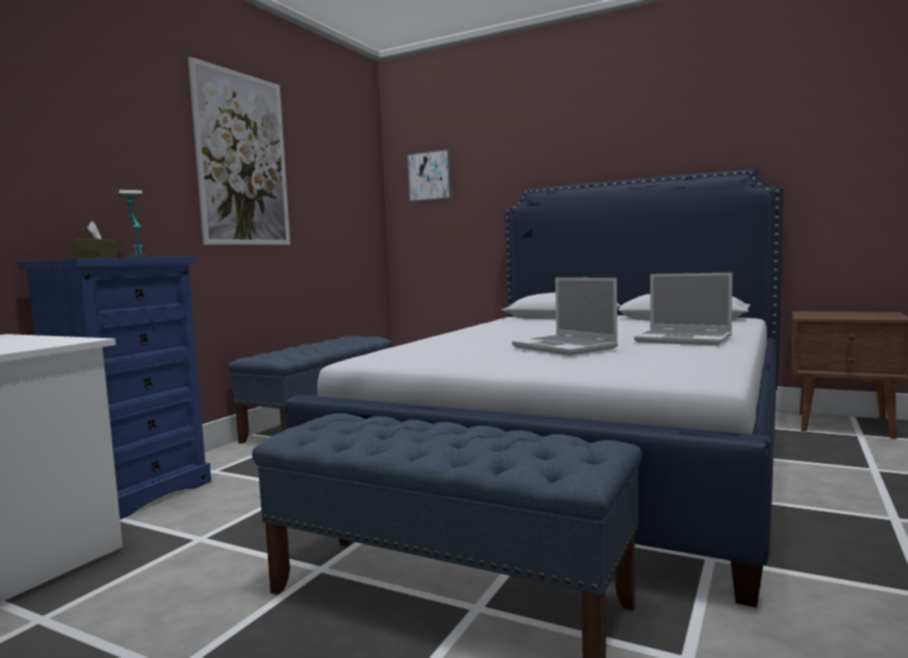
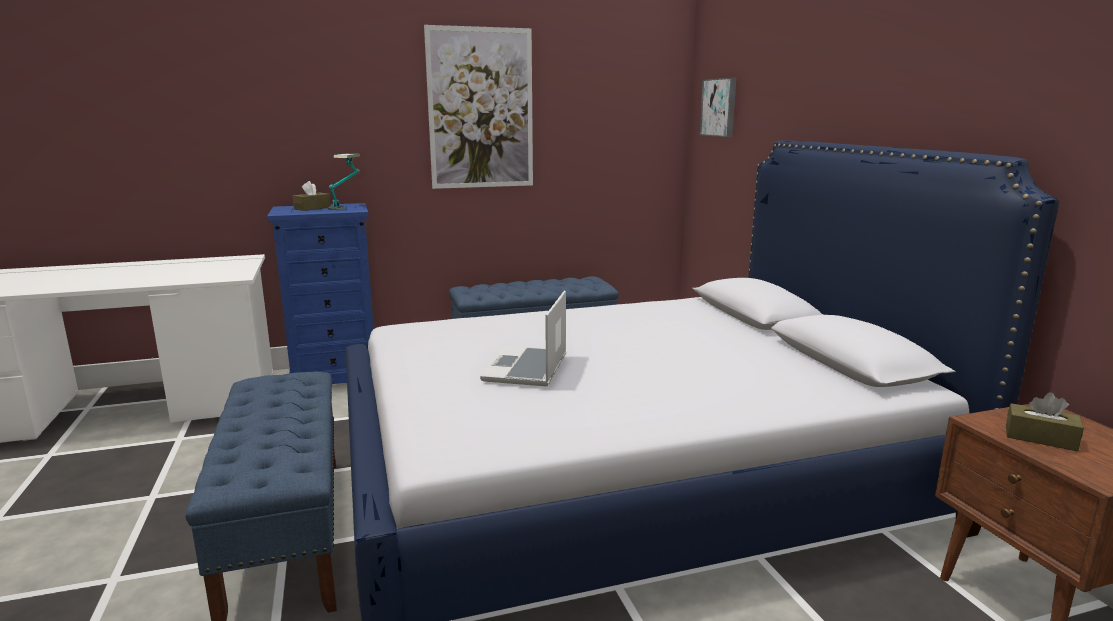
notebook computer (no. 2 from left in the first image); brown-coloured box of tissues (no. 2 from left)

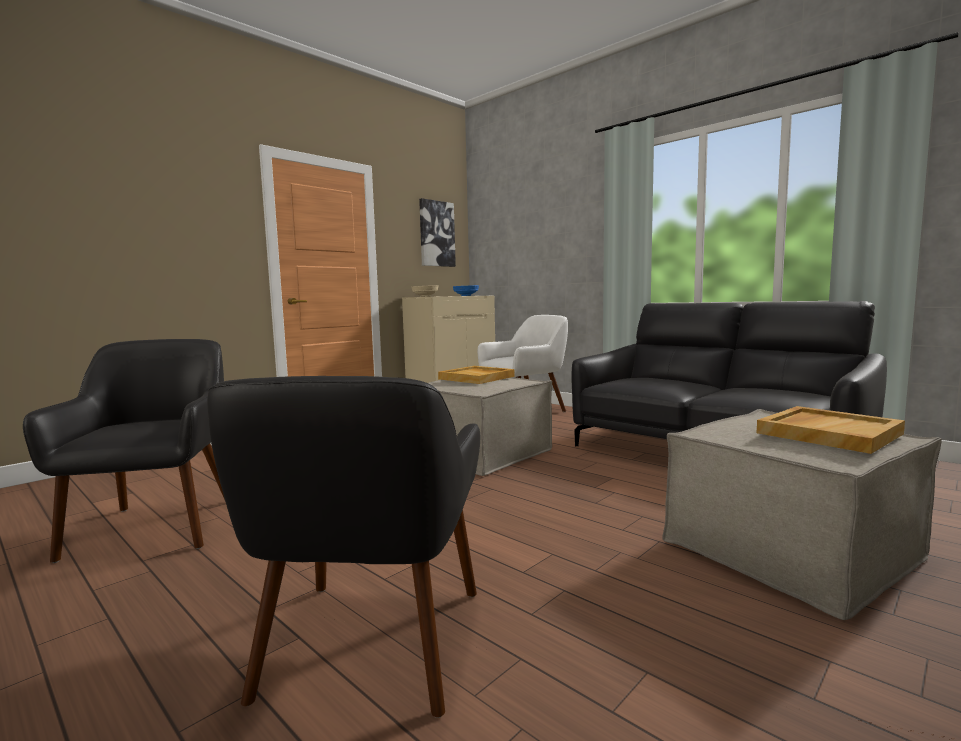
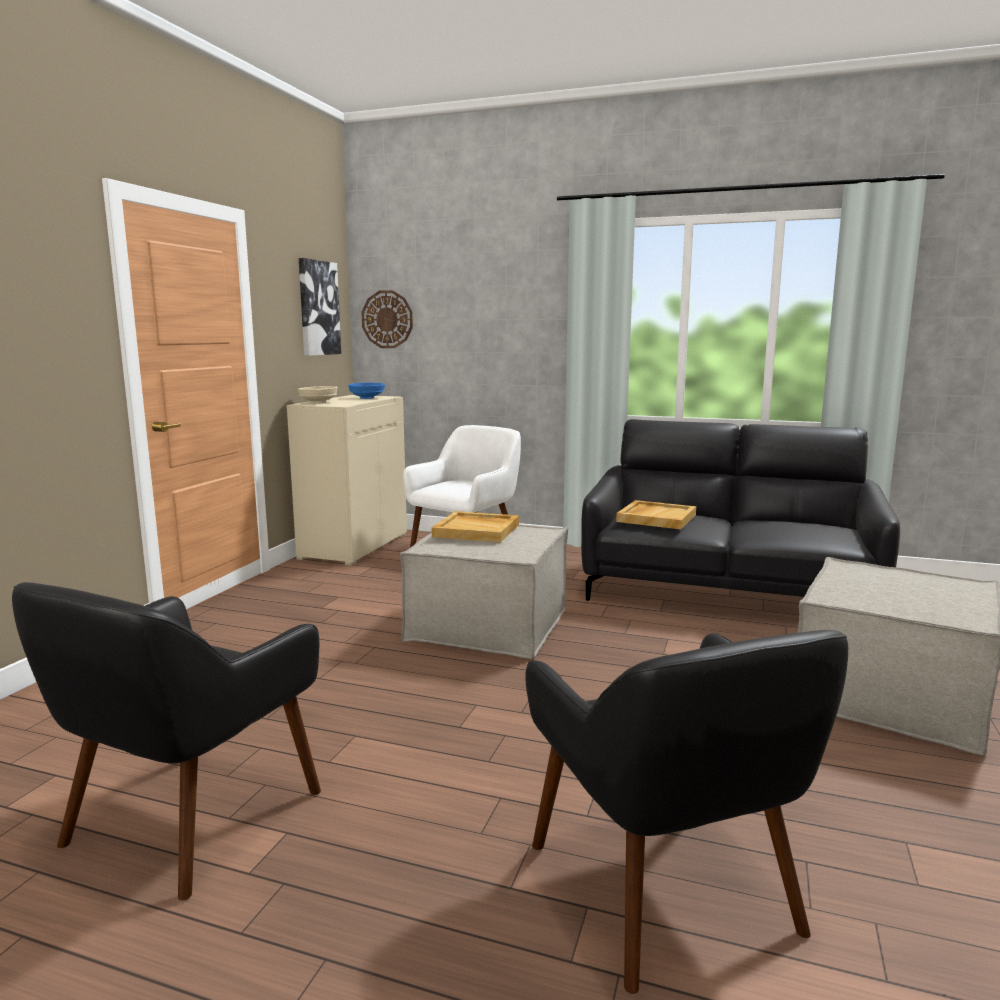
black armchair (no. 1 from left); sand-coloured carrying tray (no. 2 from left); wall clock

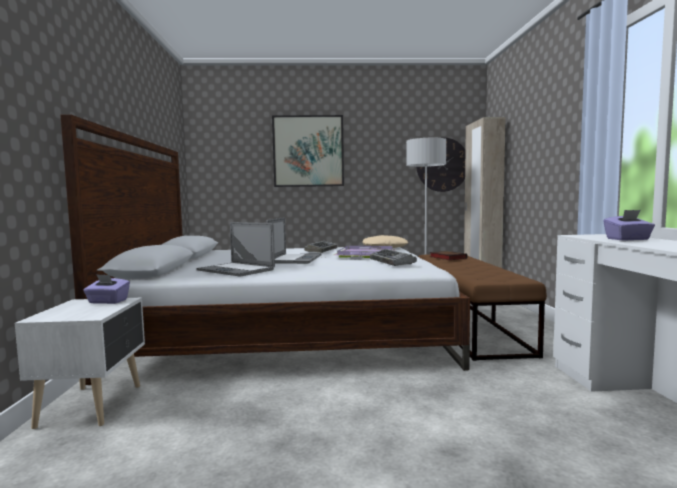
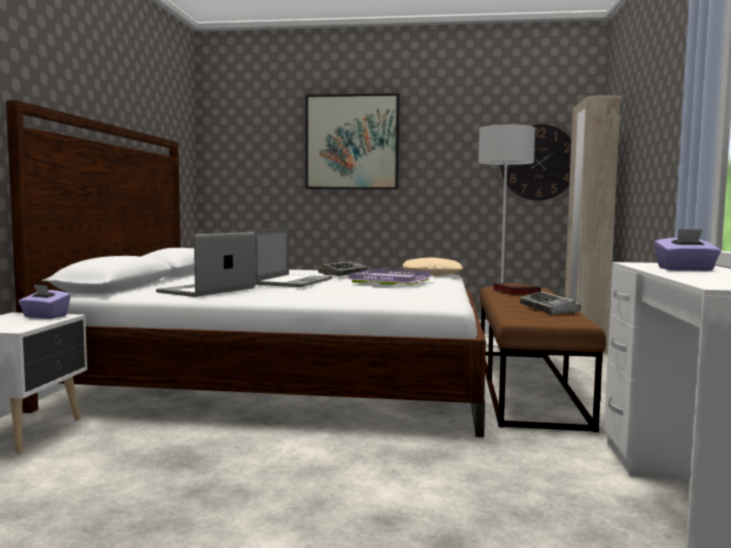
notebook computer (no. 1 from left); computer keyboard (no. 2 from left)

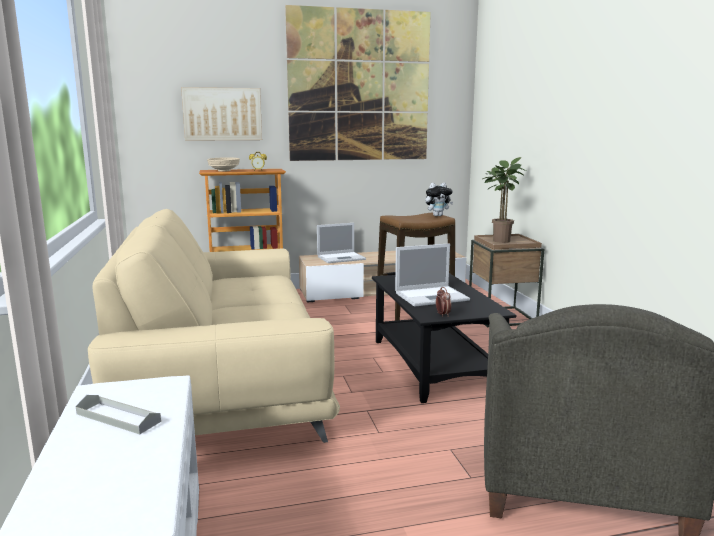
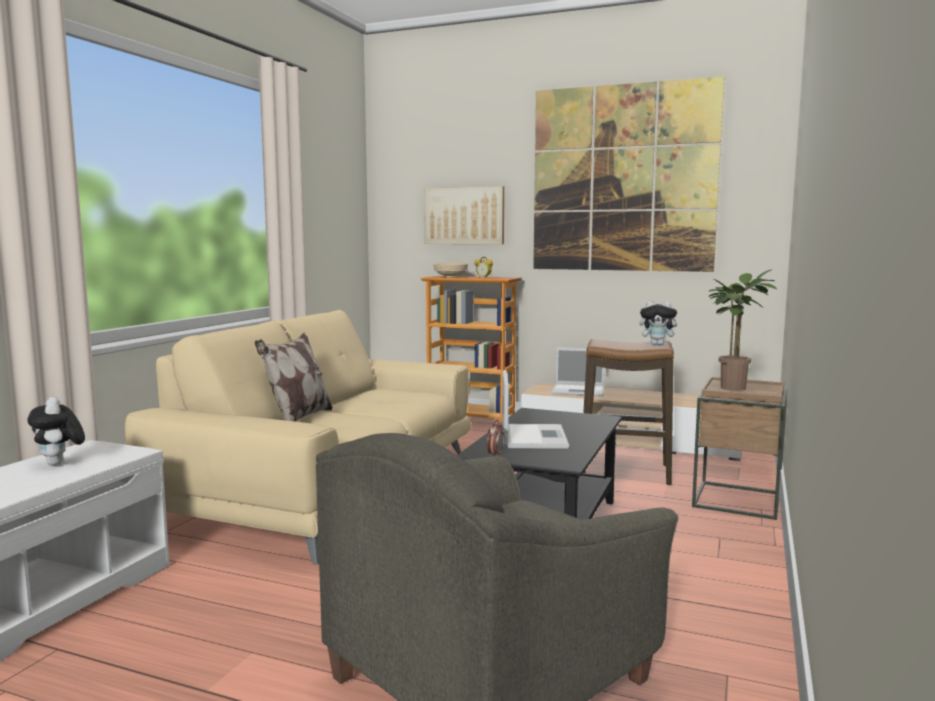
soft toy (no. 1 from left); notebook computer (no. 1 from left); cushion

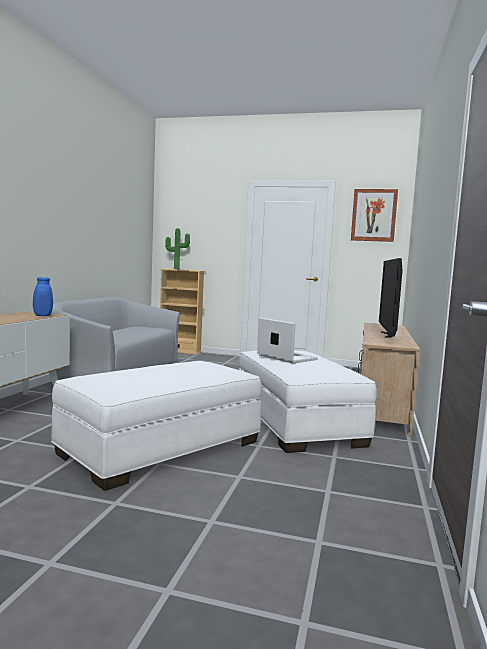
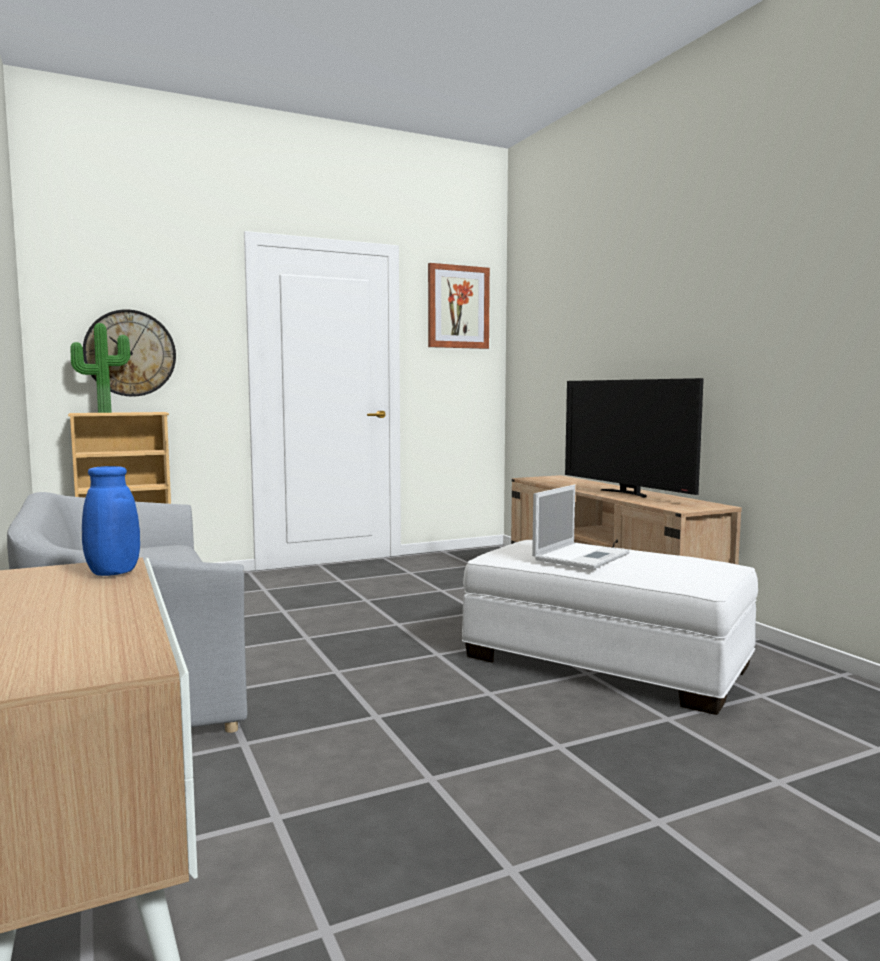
whitish pouffe (no. 1 from left in the first image); notebook computer; wall clock

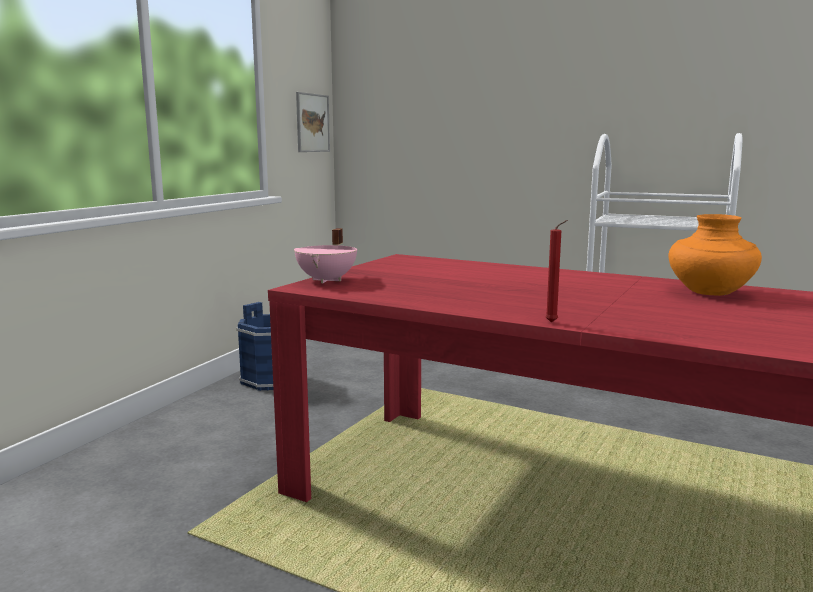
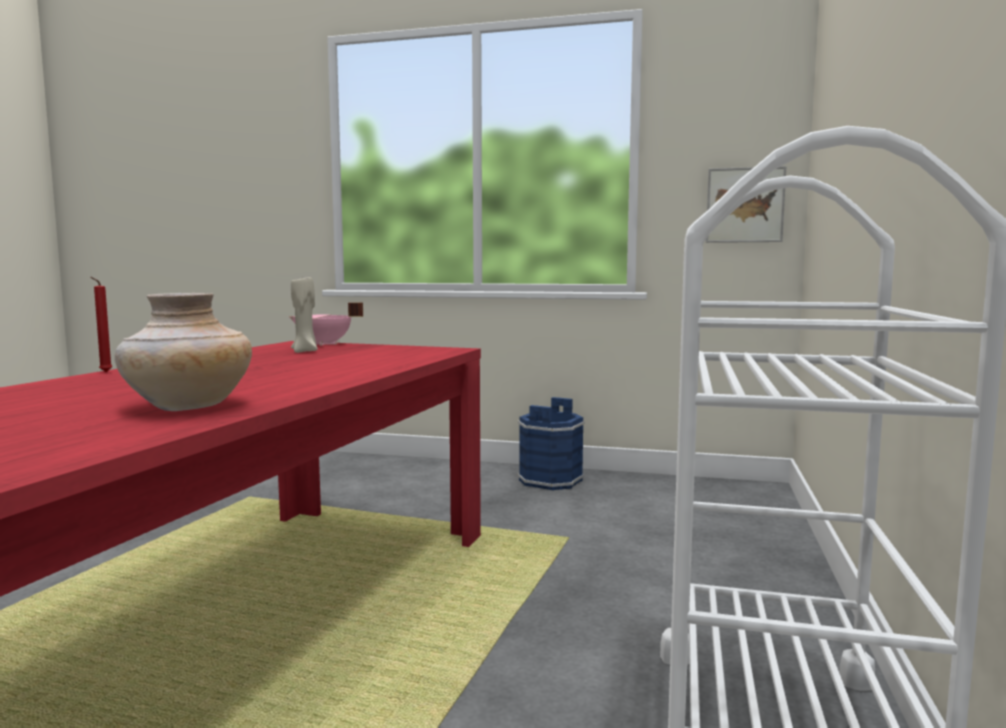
sand-coloured vase; sand-coloured wax light

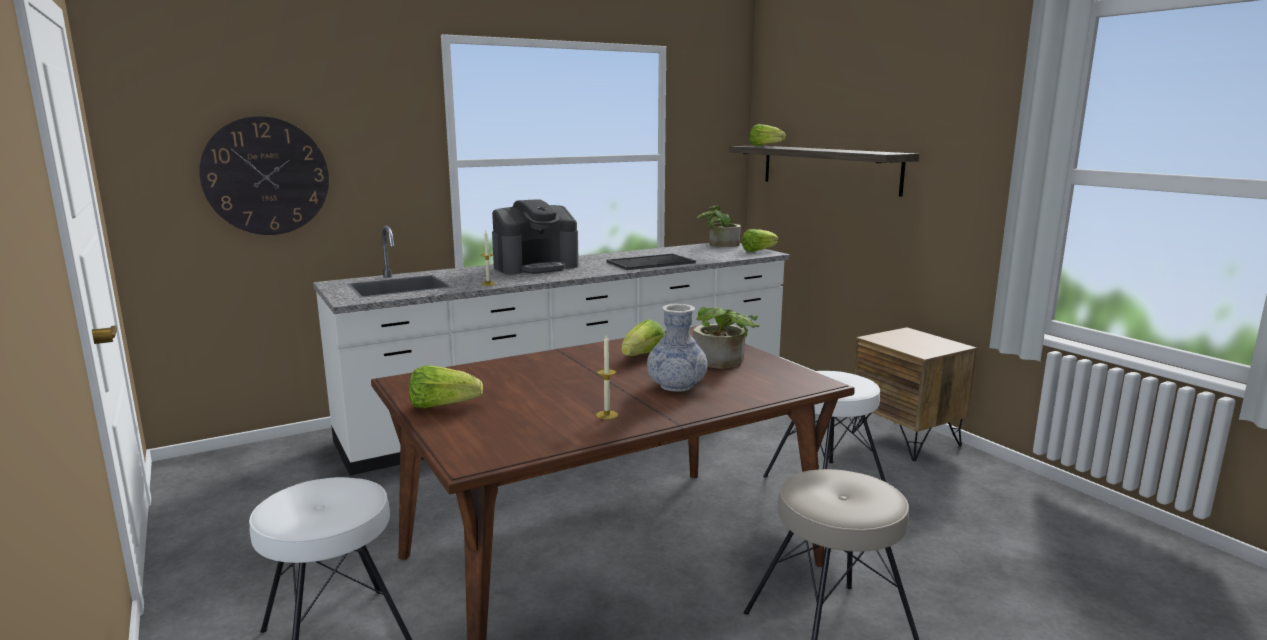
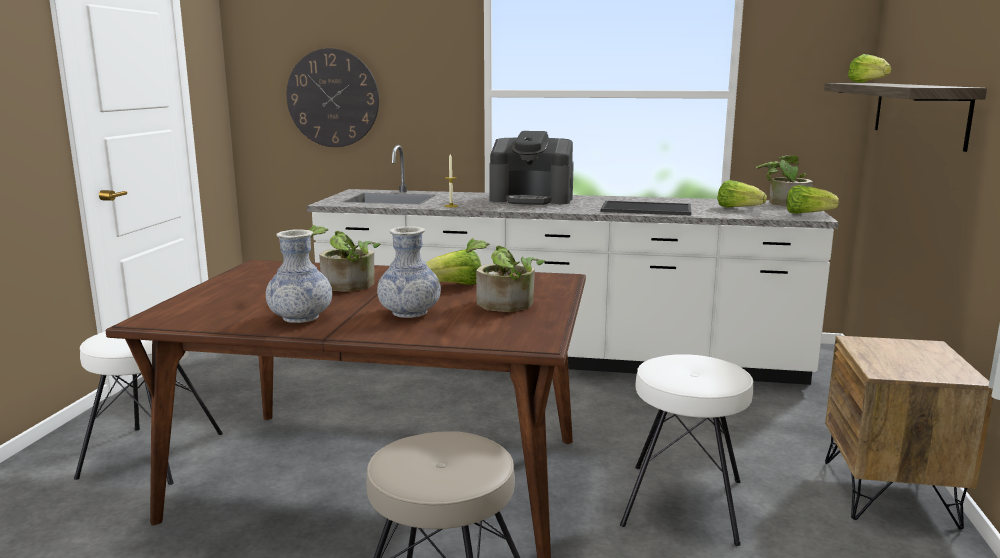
lettuce (no. 2 from left); vase (no. 1 from left); houseplant (no. 1 from left)

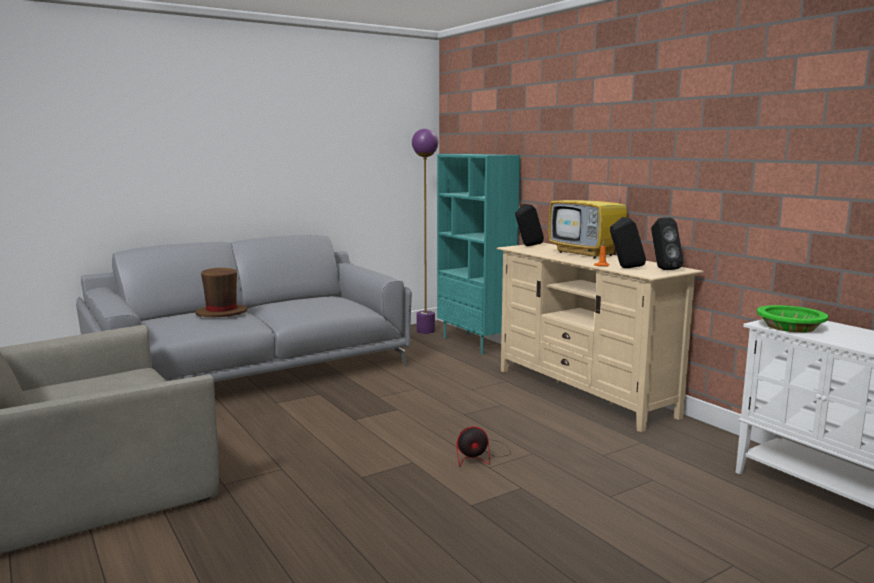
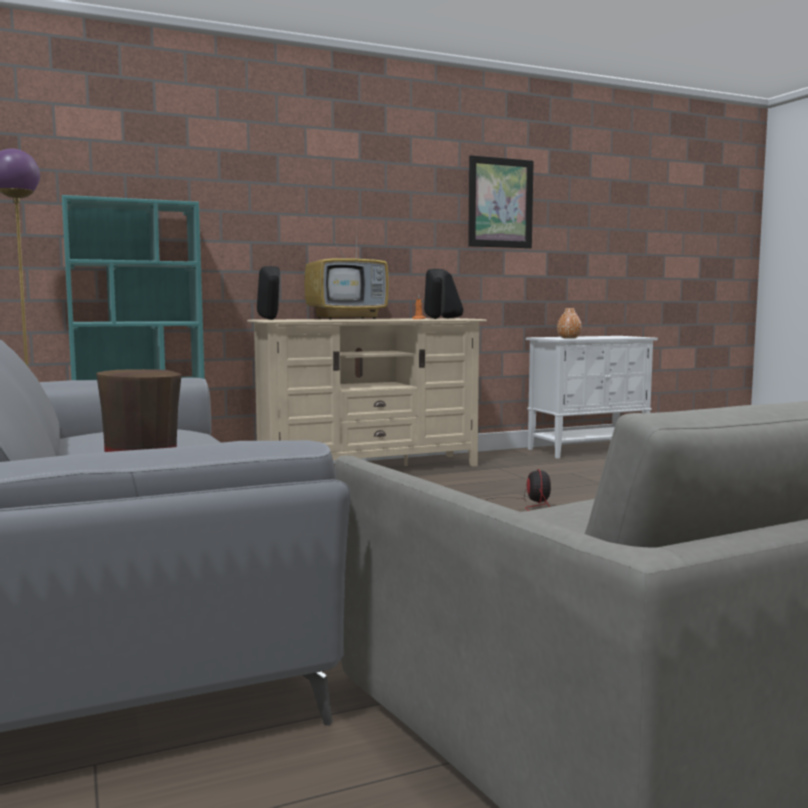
orange-coloured vase; wall picture

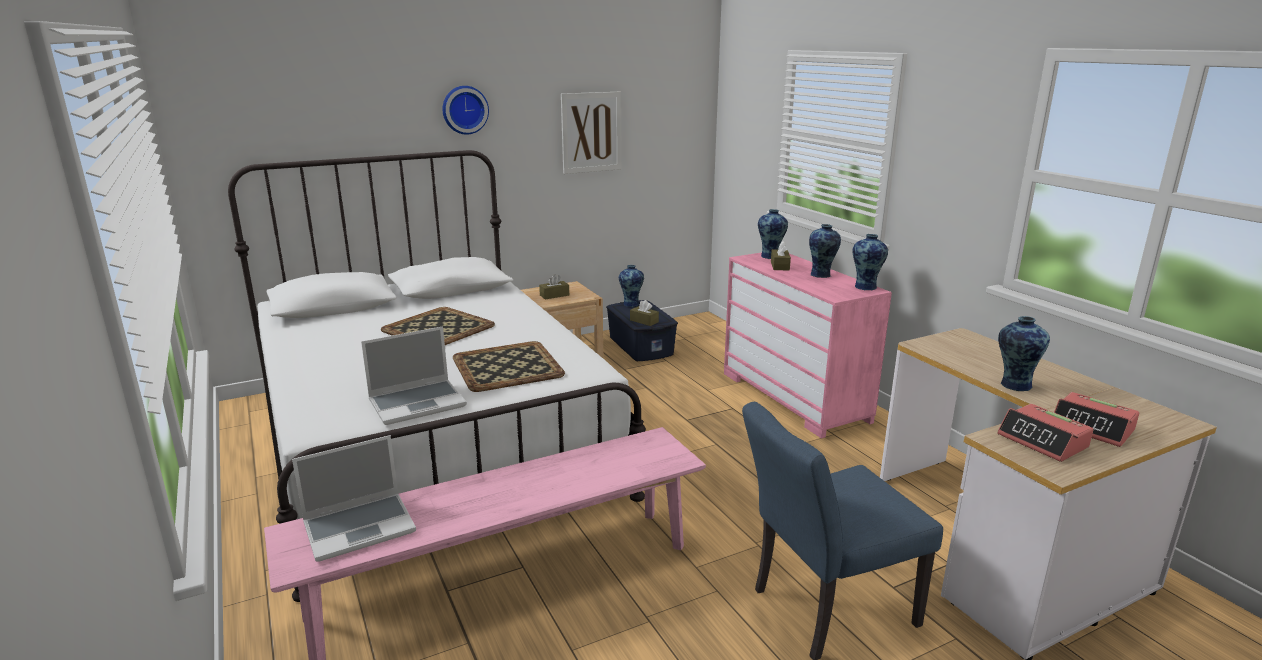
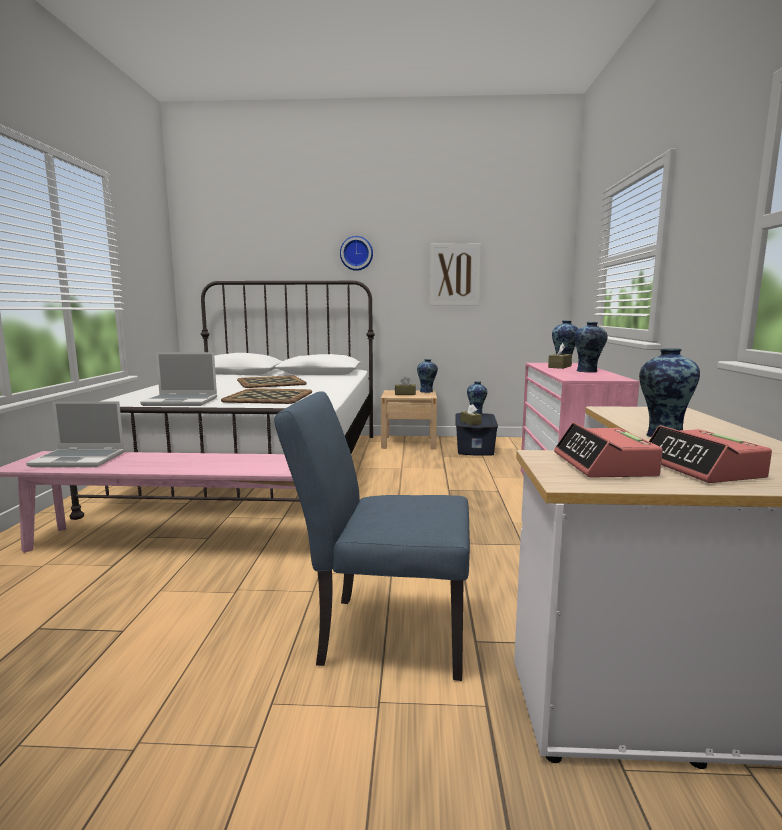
vase (no. 1 from left)

